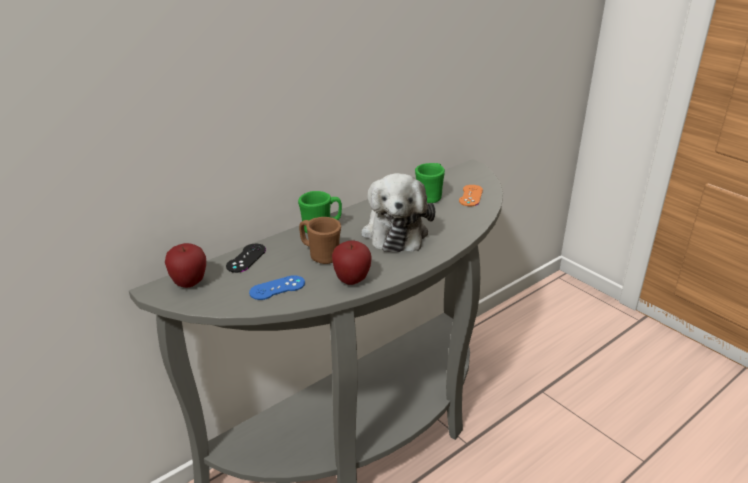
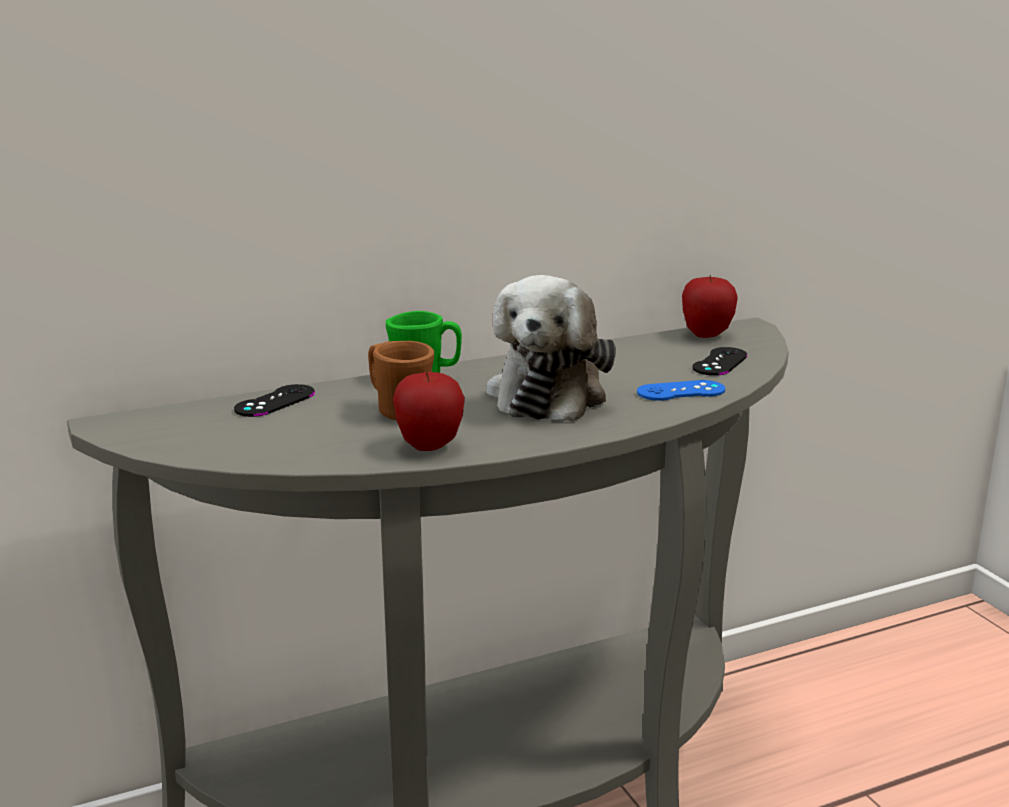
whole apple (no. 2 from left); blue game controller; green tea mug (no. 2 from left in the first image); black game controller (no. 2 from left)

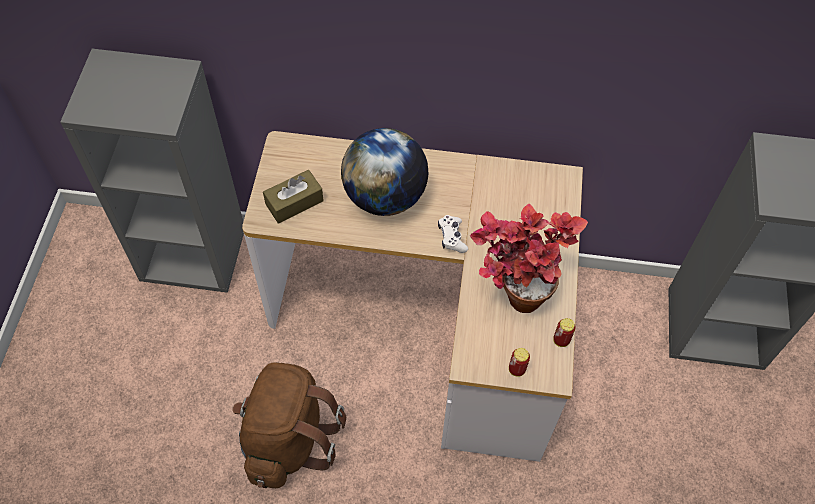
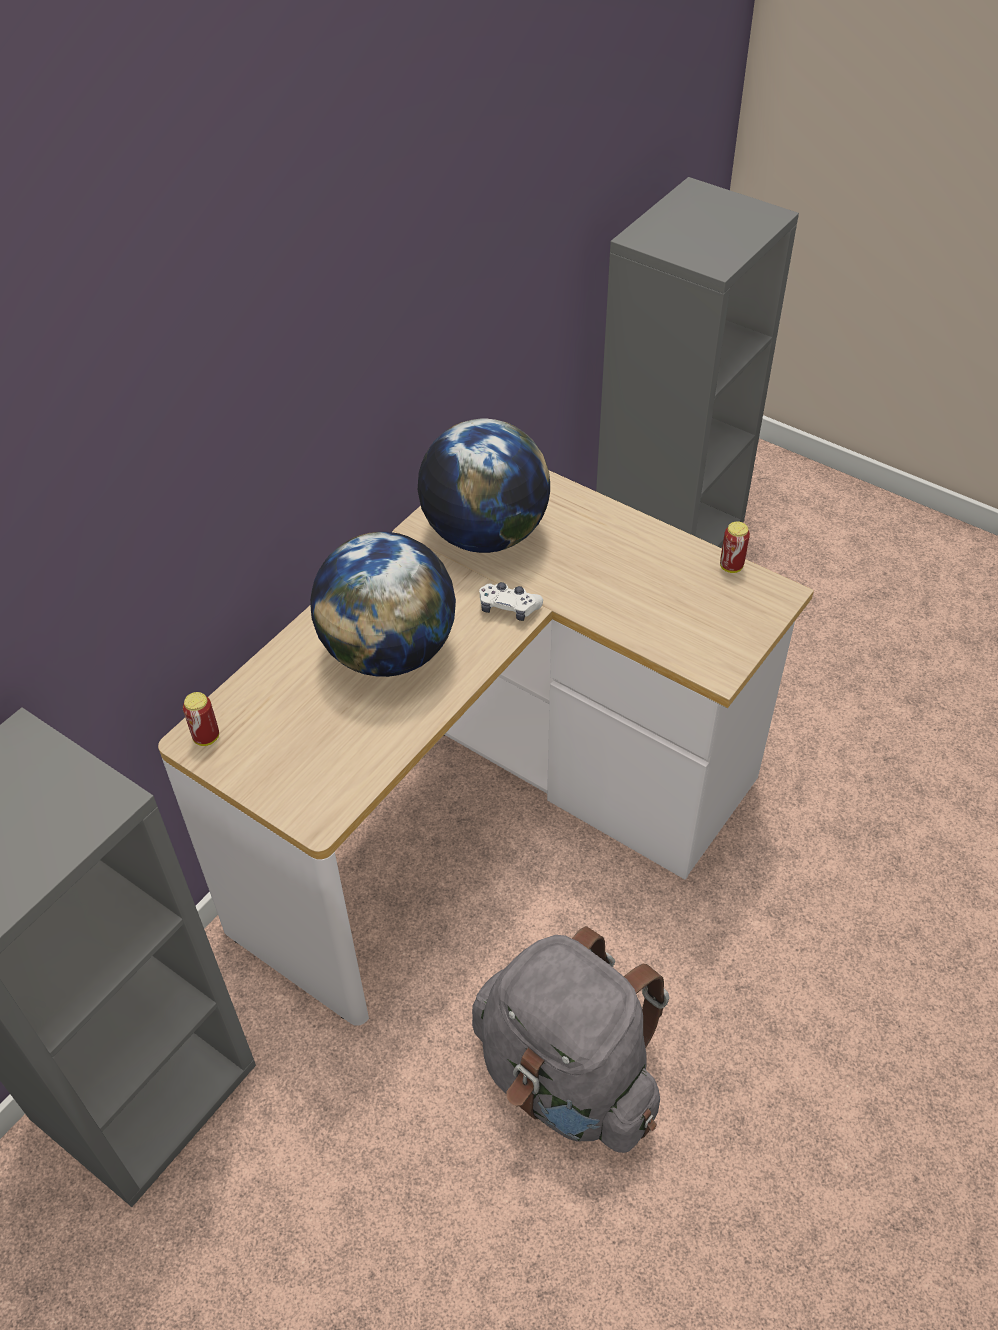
gray rucksack; brown-coloured box of tissues; houseplant; can (no. 1 from left); desk globe (no. 2 from left)

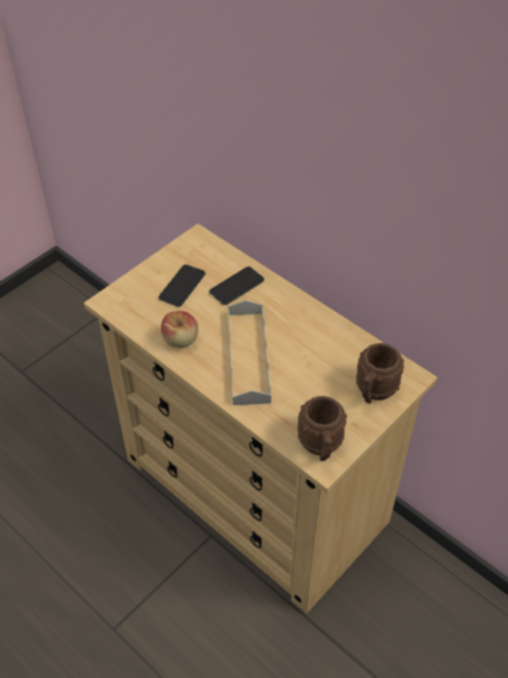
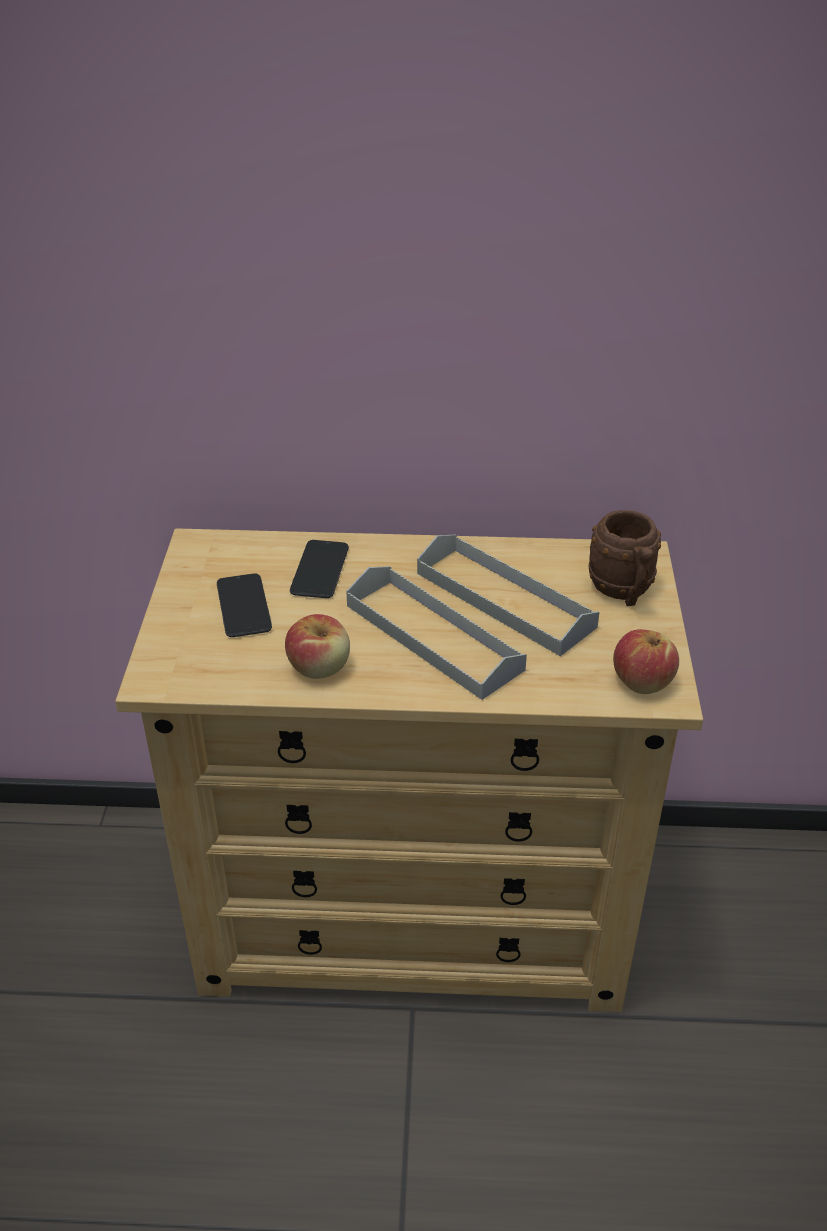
whole apple (no. 2 from left); gray carrying tray (no. 2 from left)

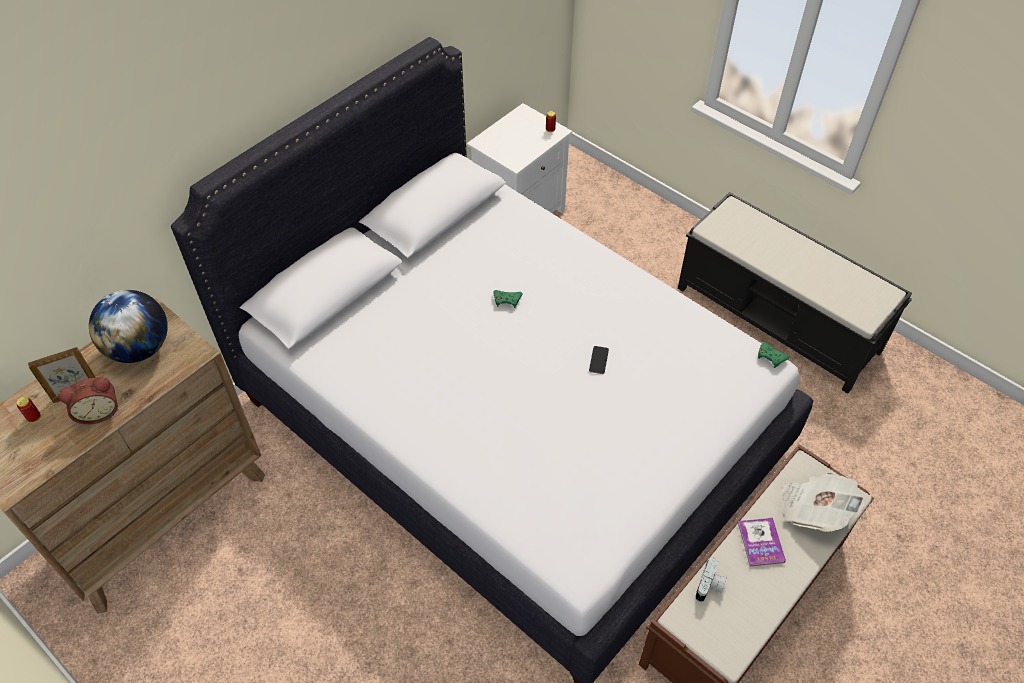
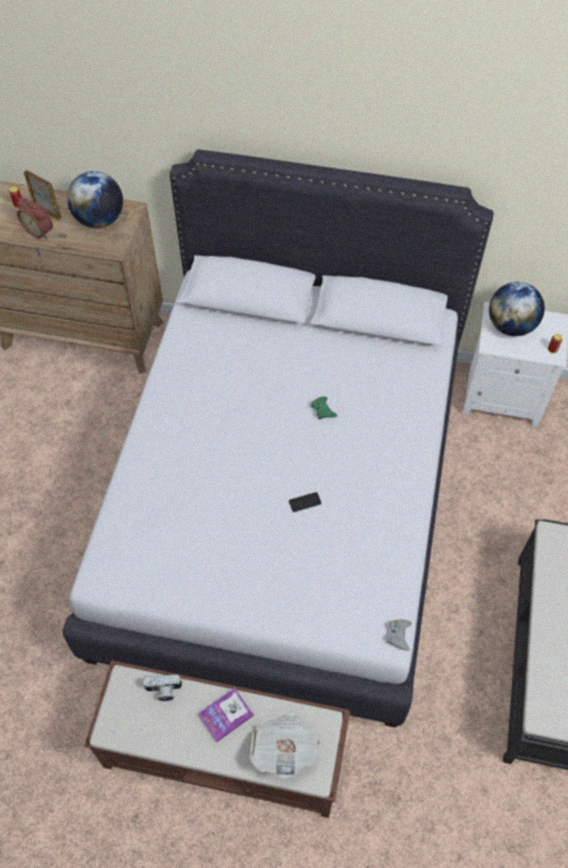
gray game controller; desk globe (no. 2 from left)

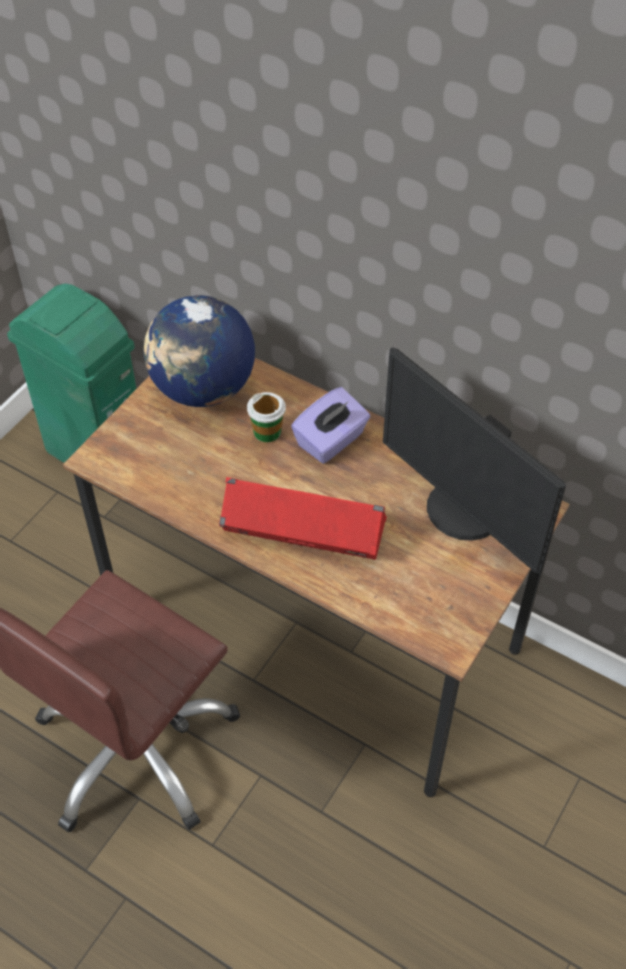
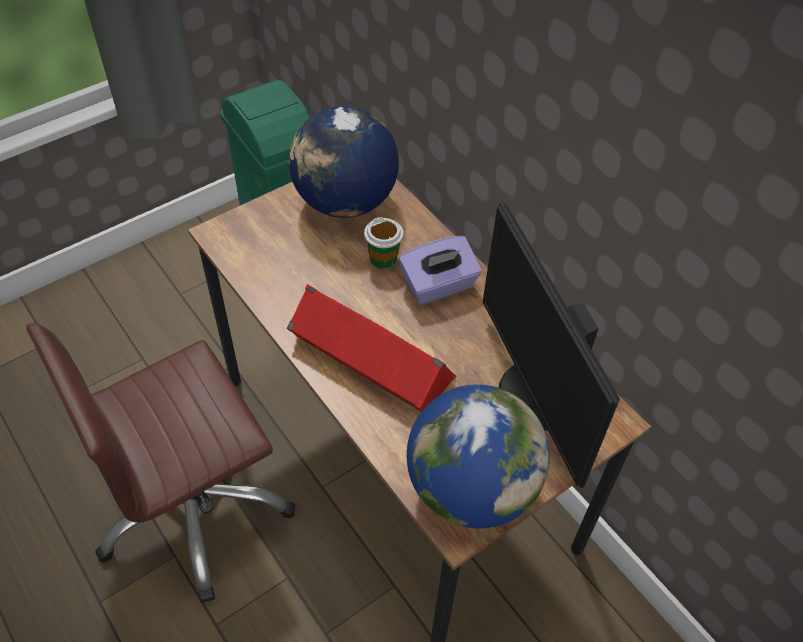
desk globe (no. 2 from left)

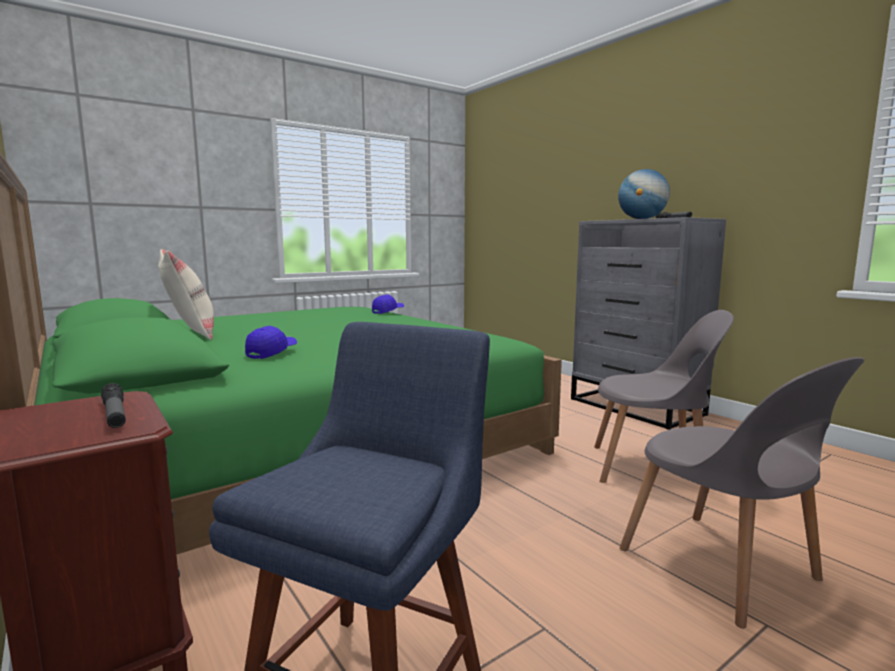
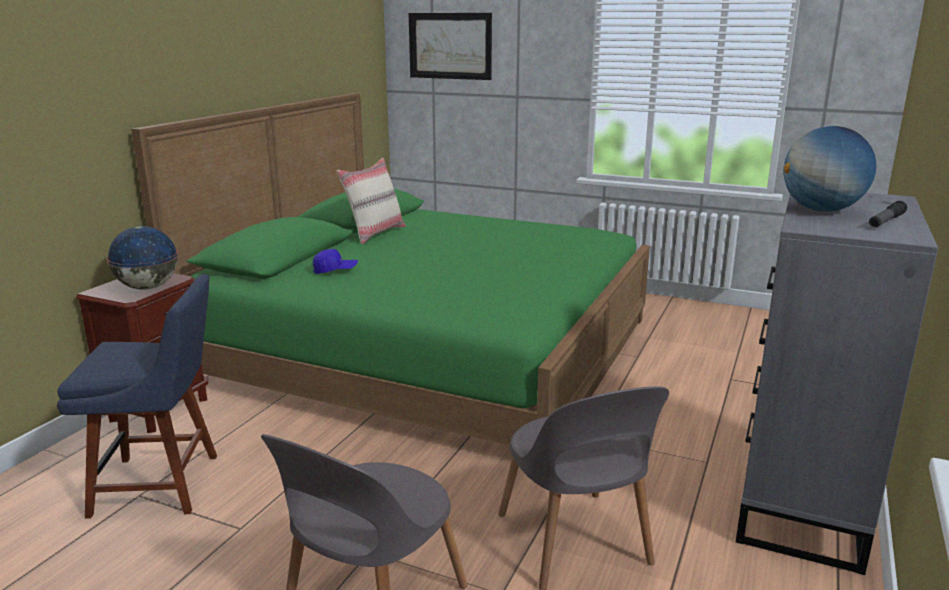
desk globe (no. 1 from left); blue baseball cap (no. 2 from left in the first image); wall picture

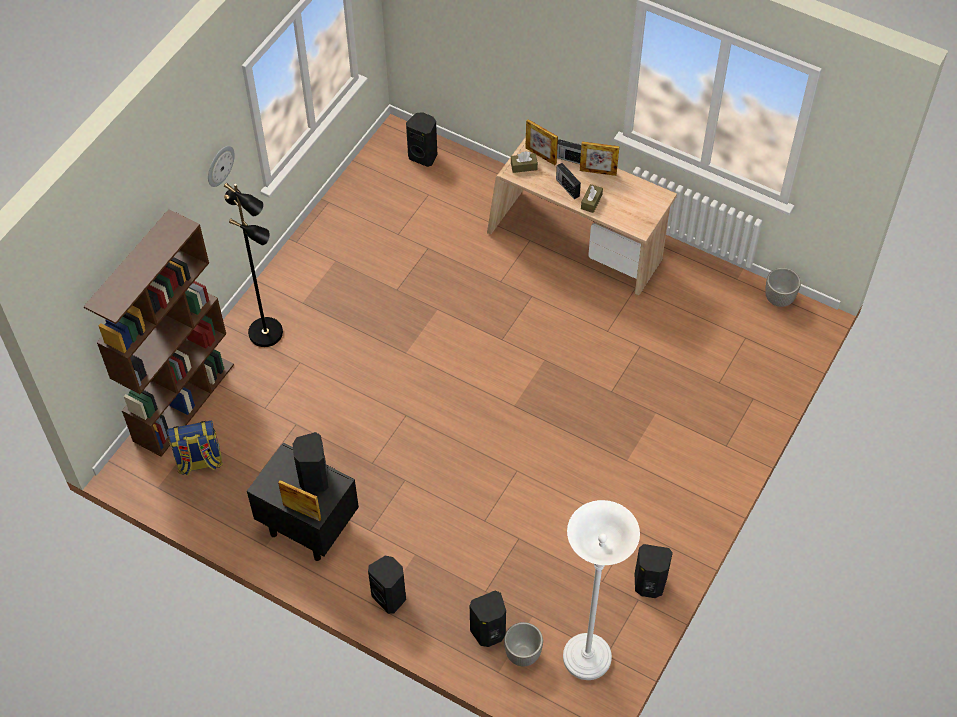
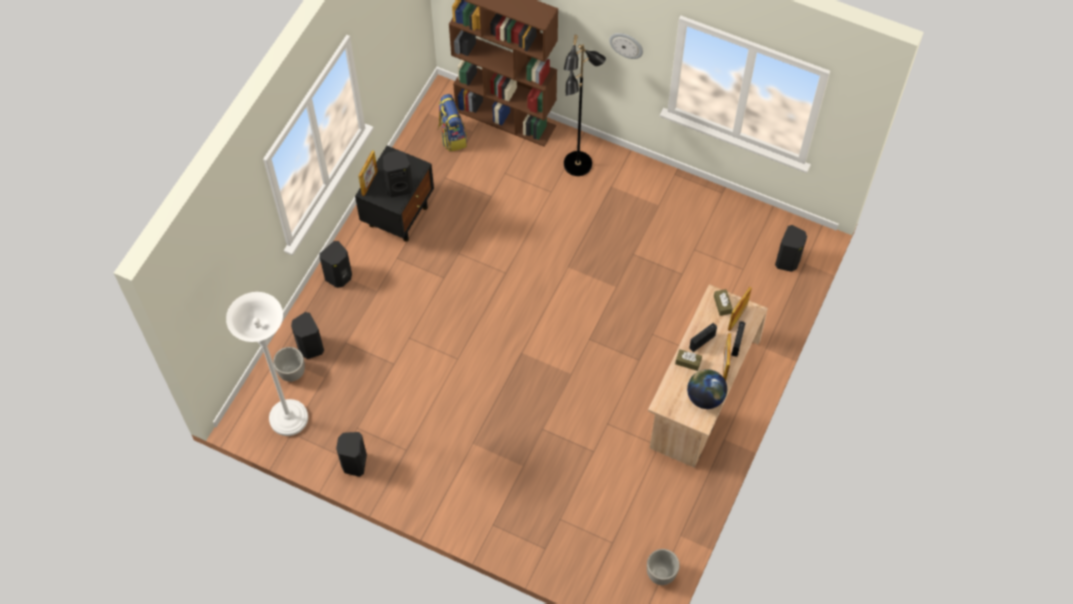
desk globe

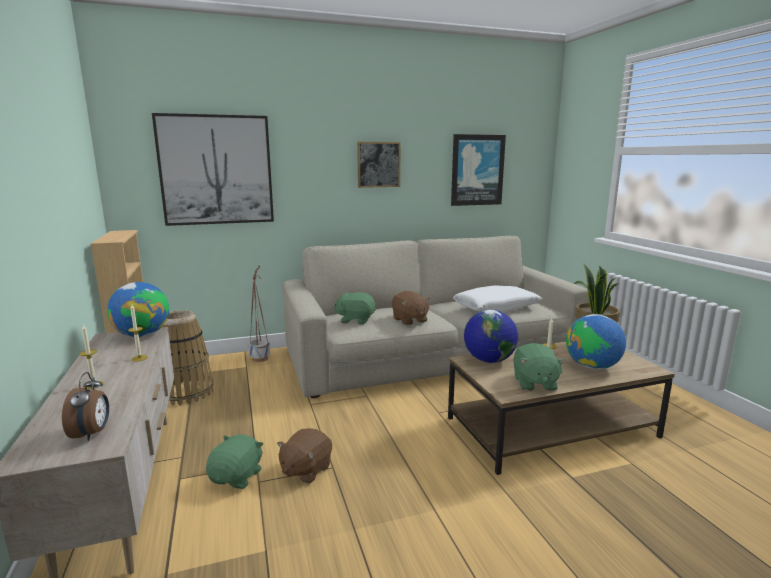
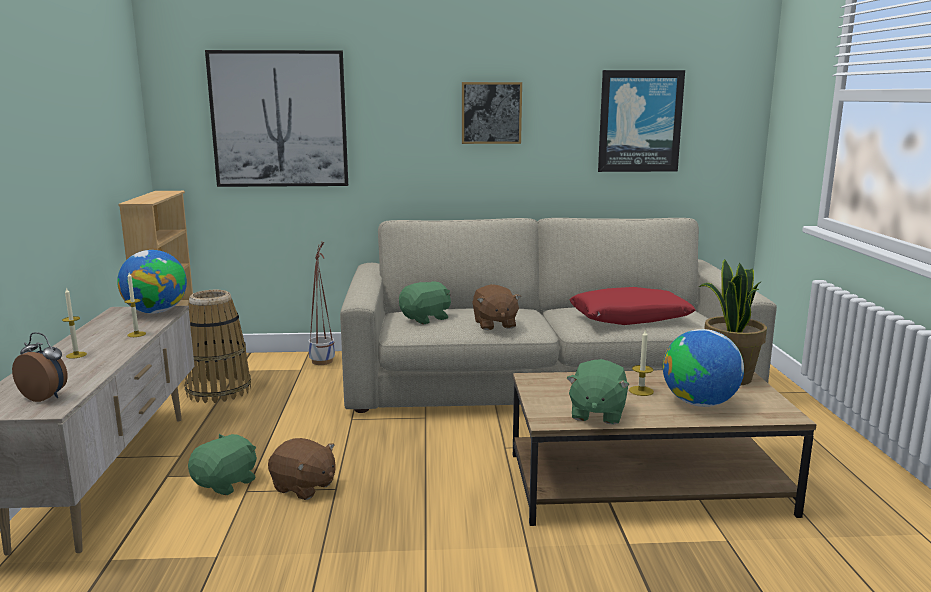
table clock; brown-coloured soft toy (no. 1 from left); green soft toy (no. 2 from left); reddish cushion; desk globe (no. 2 from left in the first image)

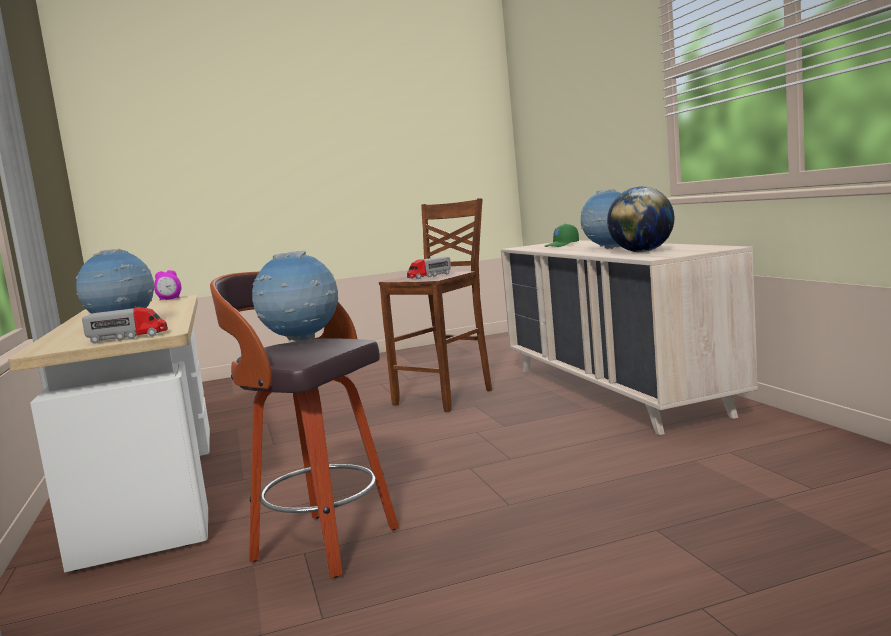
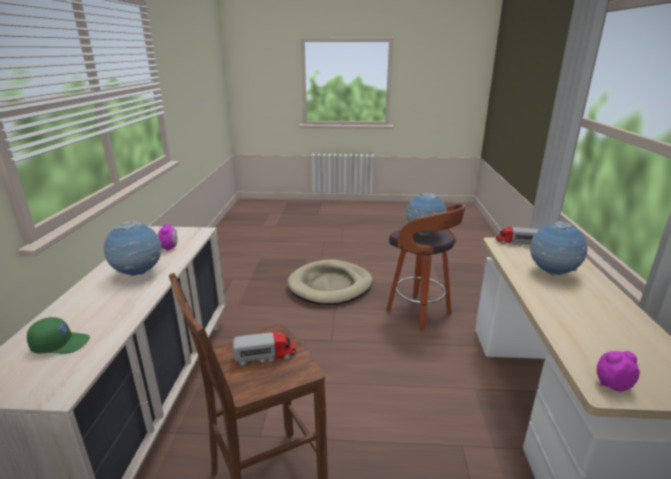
table clock (no. 1 from left); sand-coloured dog cushion

